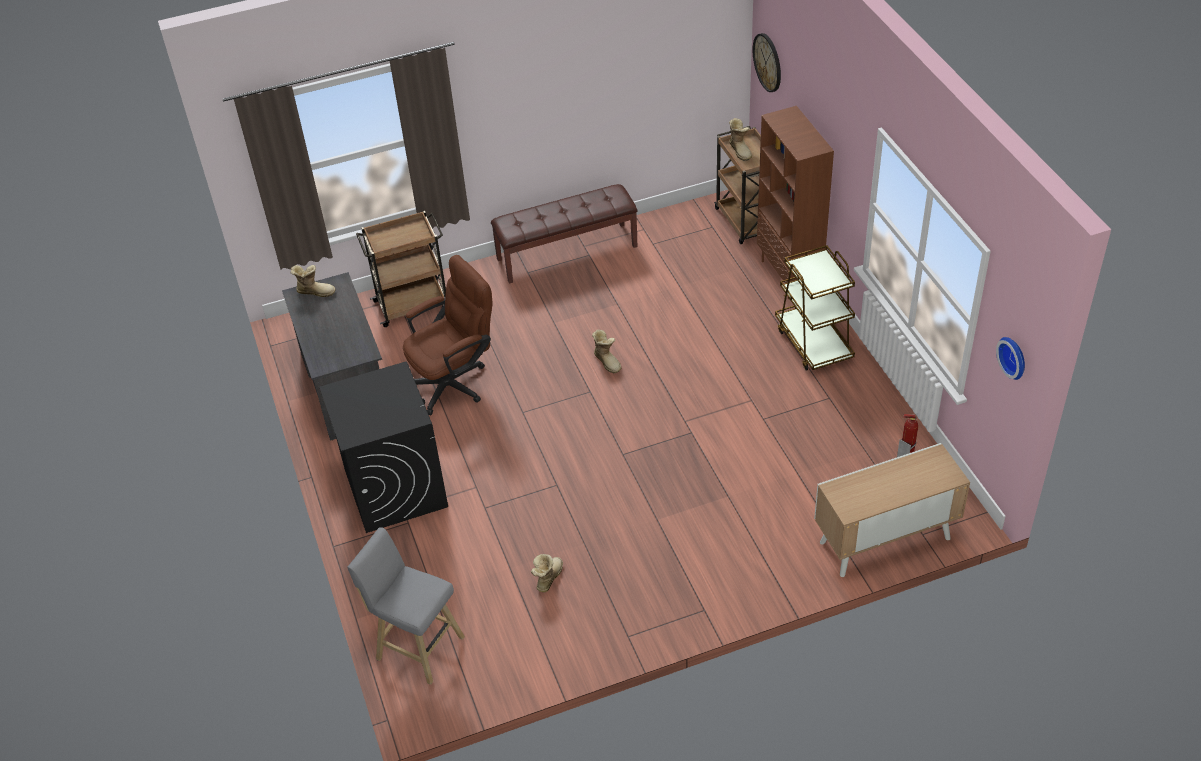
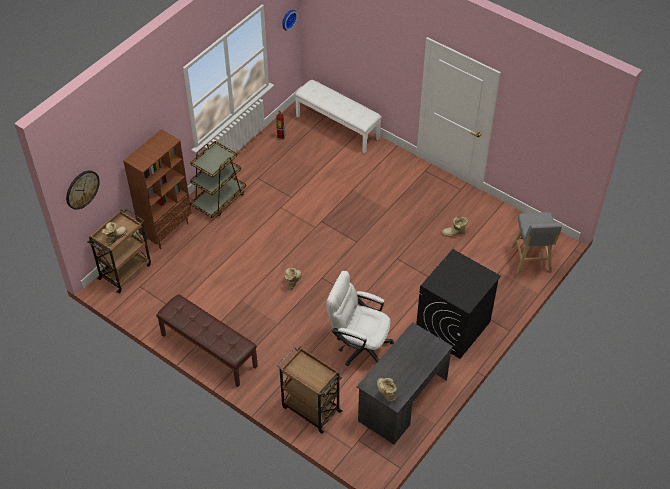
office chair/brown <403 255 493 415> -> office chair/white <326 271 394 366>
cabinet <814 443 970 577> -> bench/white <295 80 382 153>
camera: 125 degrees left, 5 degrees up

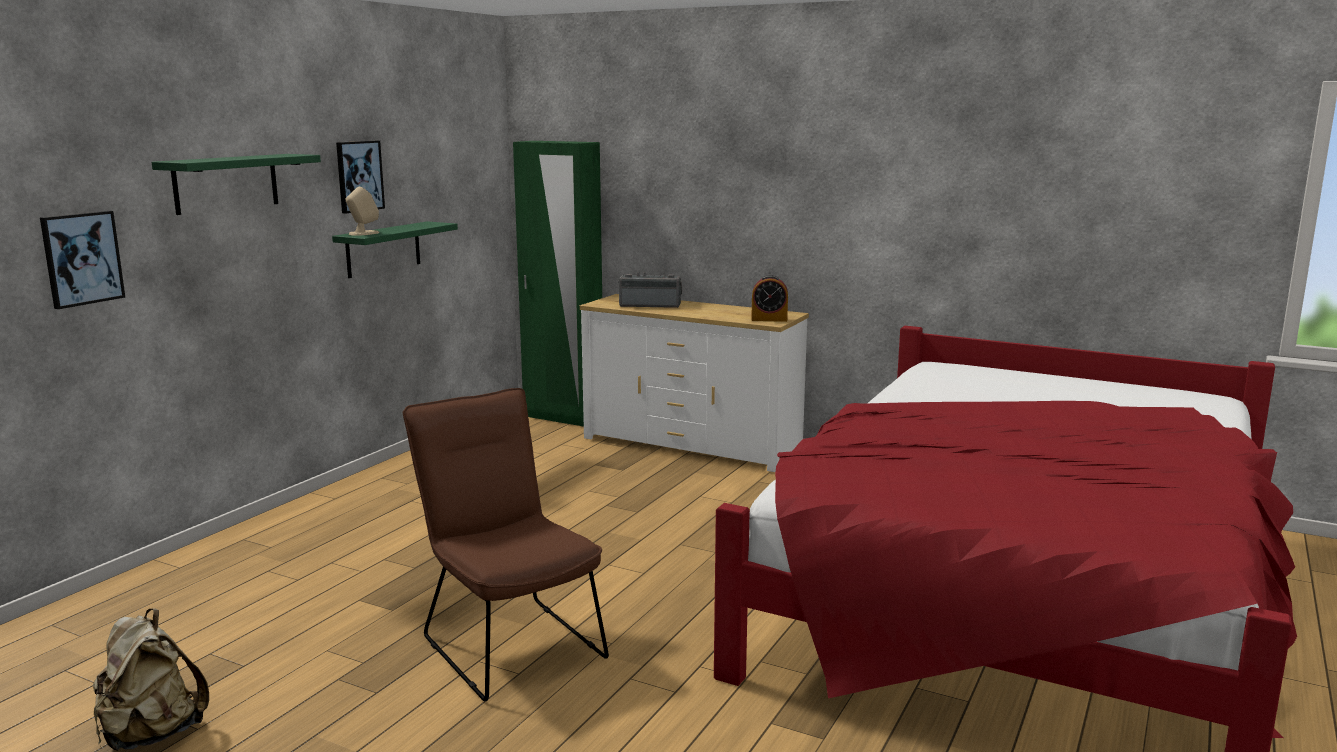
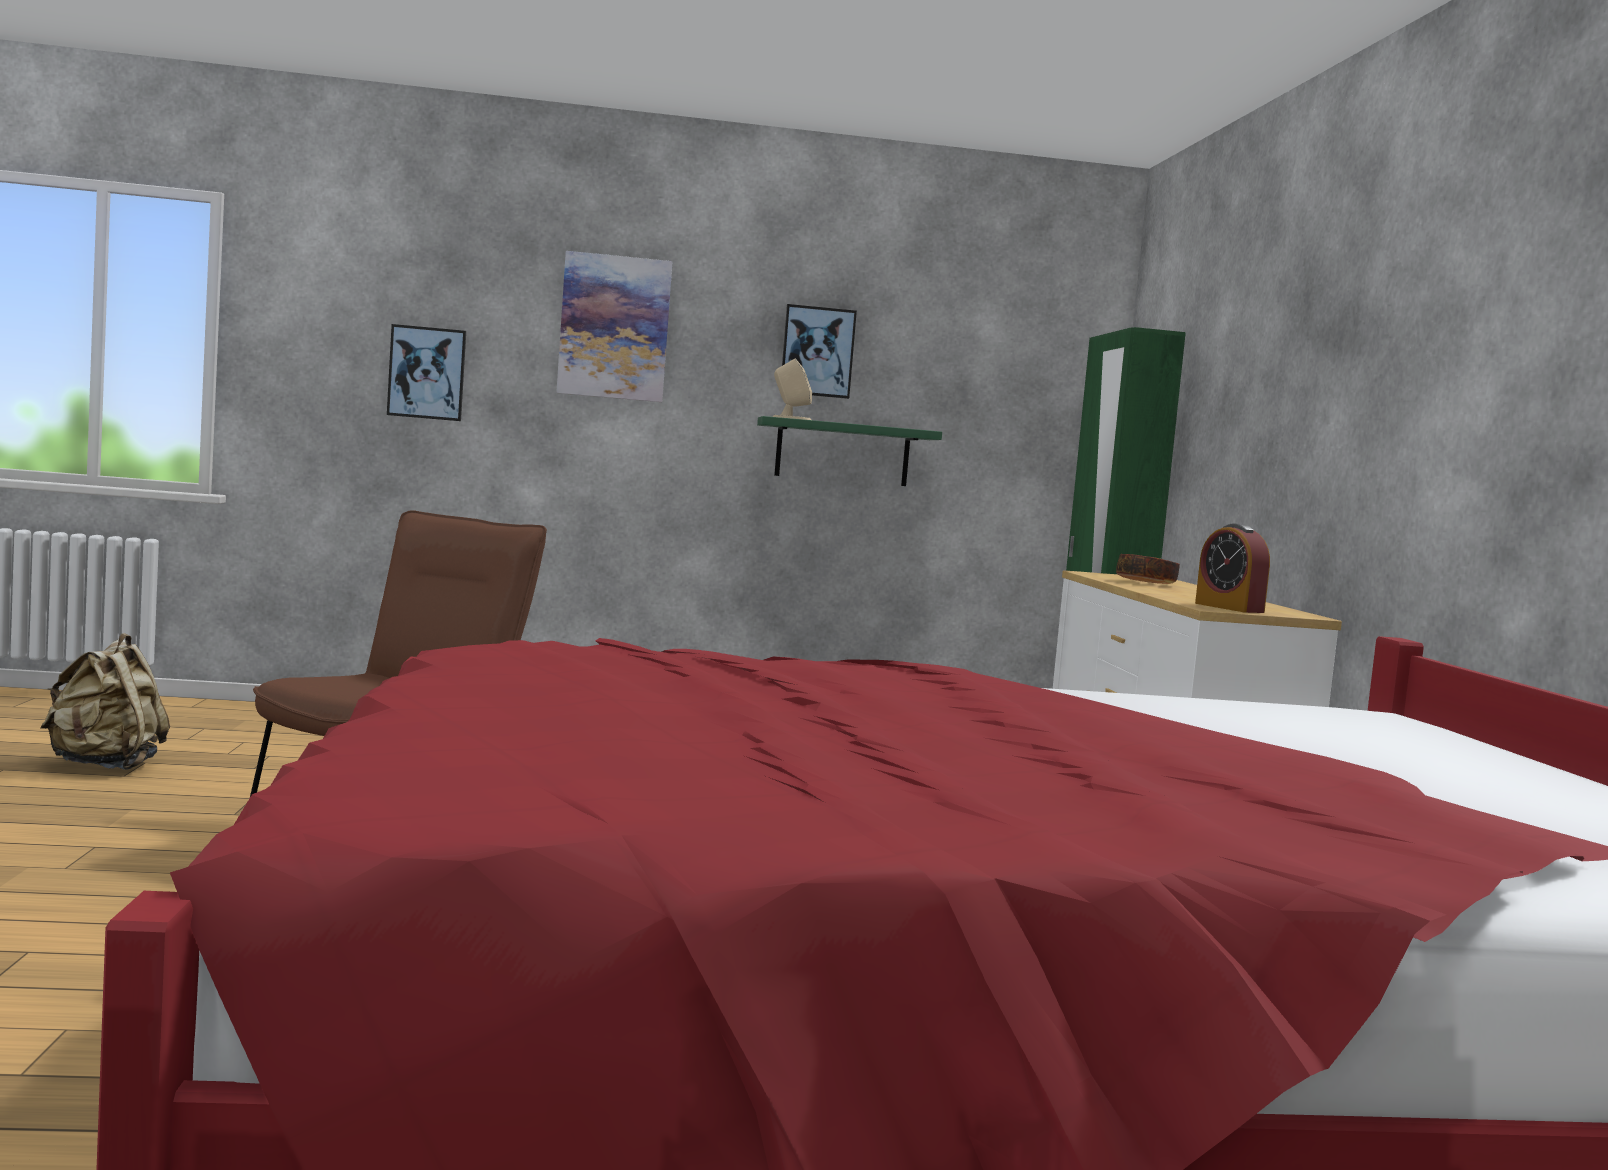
shelf/green <152 154 321 215> -> picture <556 251 673 402>
radio <618 272 682 308> -> bowl <1116 554 1180 584>
camera: 55 degrees right, 10 degrees down

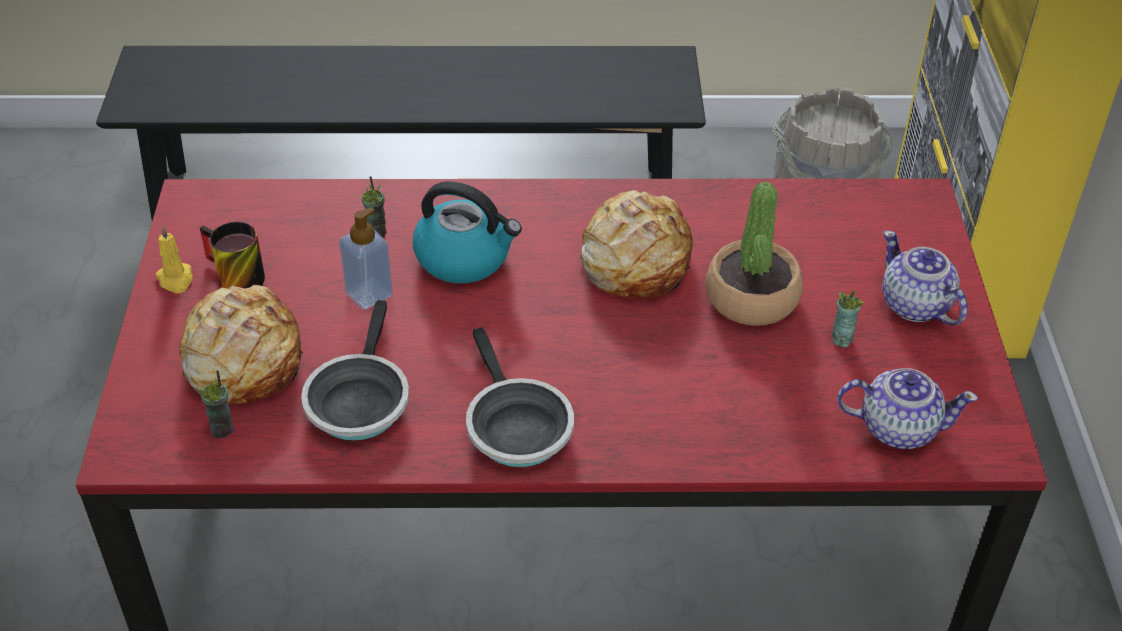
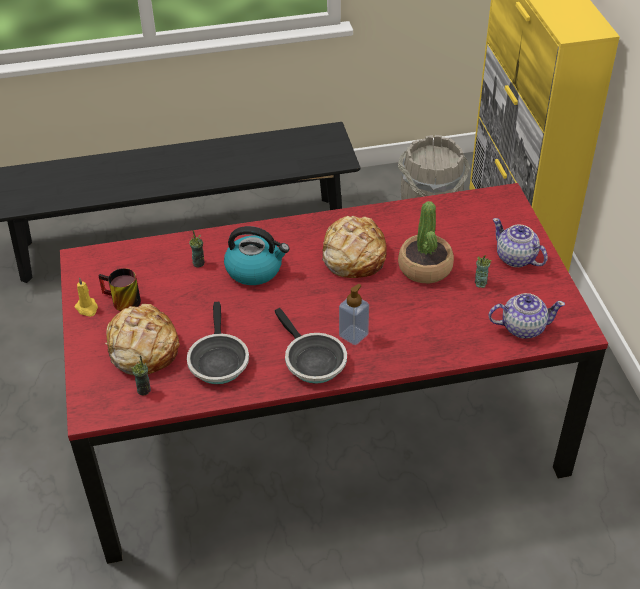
soap dispenser <339 207 393 309> -> soap dispenser <339 284 369 345>, moved
camera: 10 degrees left, 0 degrees up

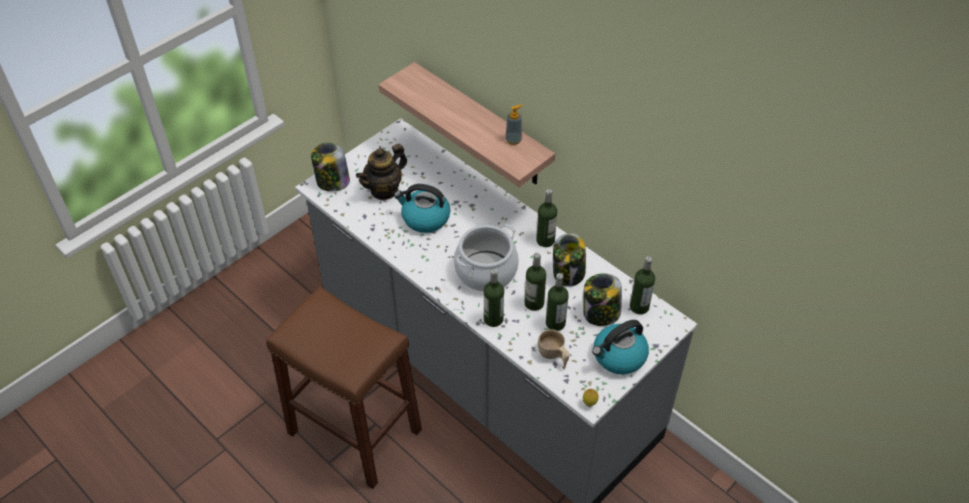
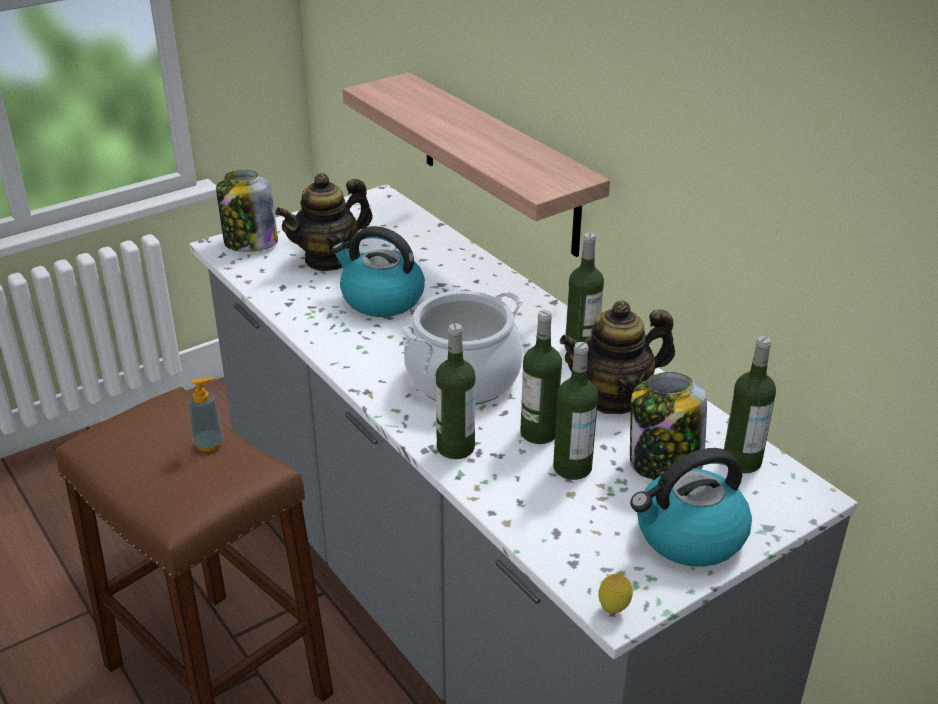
soap dispenser <505 104 523 145> -> soap dispenser <188 377 223 452>, moved
jar <553 233 586 287> -> teapot <560 300 675 414>
cup/beige <538 329 570 369> -> none
camera: 10 degrees right, 15 degrees down

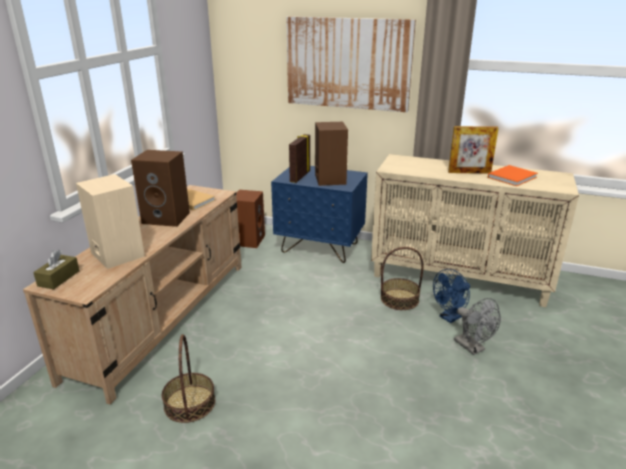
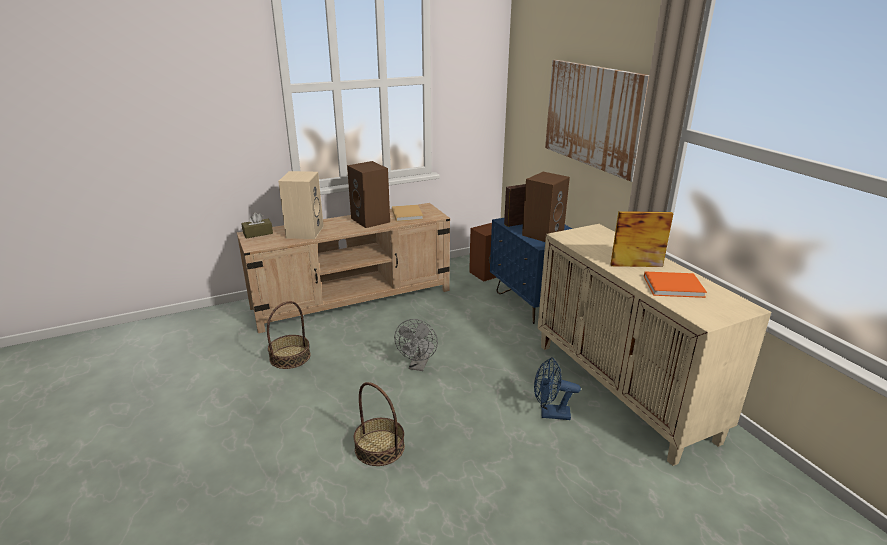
picture frame <448 126 499 173> -> picture frame <610 211 673 267>, 135 degrees clockwise
basket <381 247 424 310> -> basket <354 382 405 466>, moved
fan/grey <454 298 501 355> -> fan/grey <394 319 438 371>, moved
camera: 45 degrees right, 0 degrees up

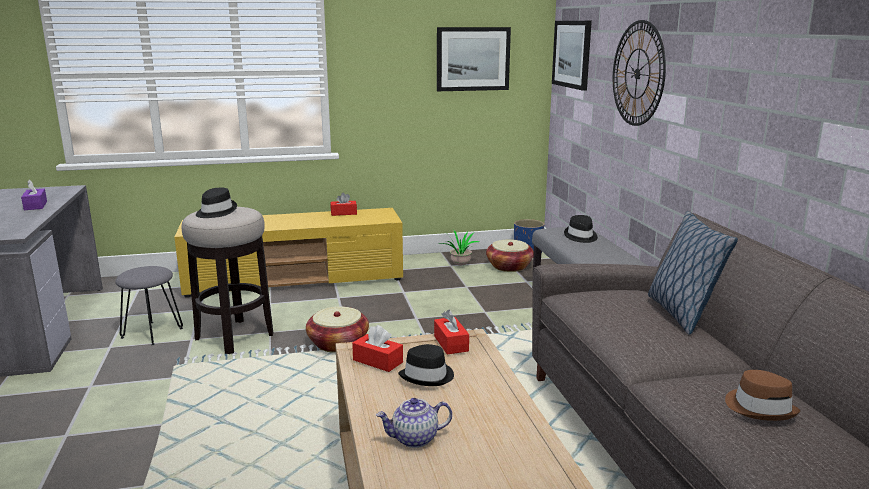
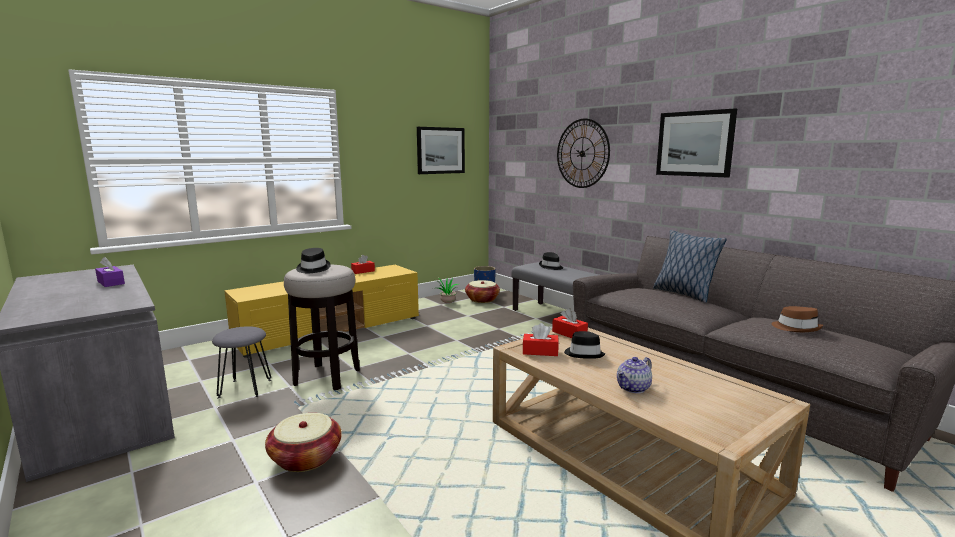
picture <552 21 592 91> -> picture <656 108 737 178>, moved
basket <306 306 369 353> -> basket <265 413 342 472>, moved
camera: 25 degrees left, 5 degrees down

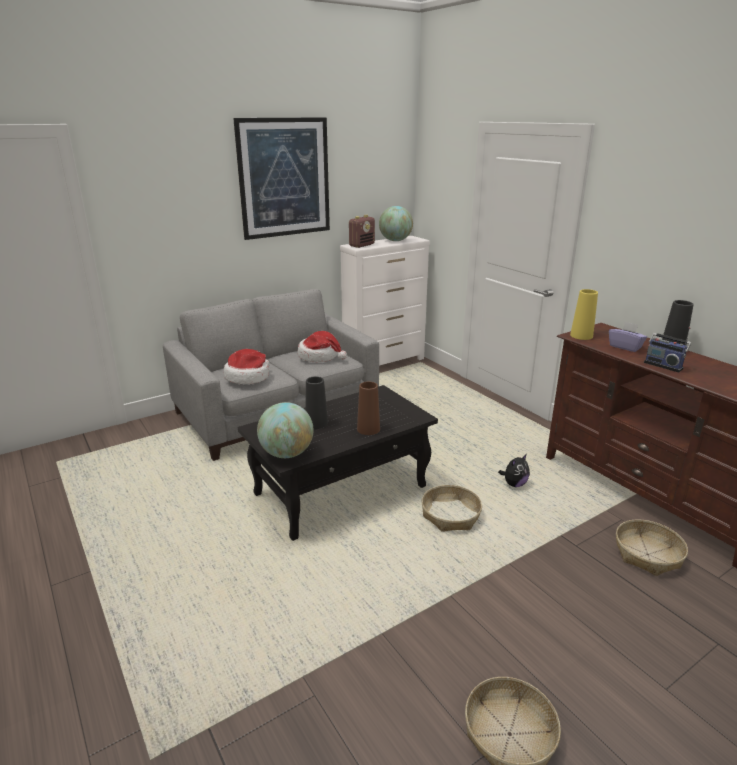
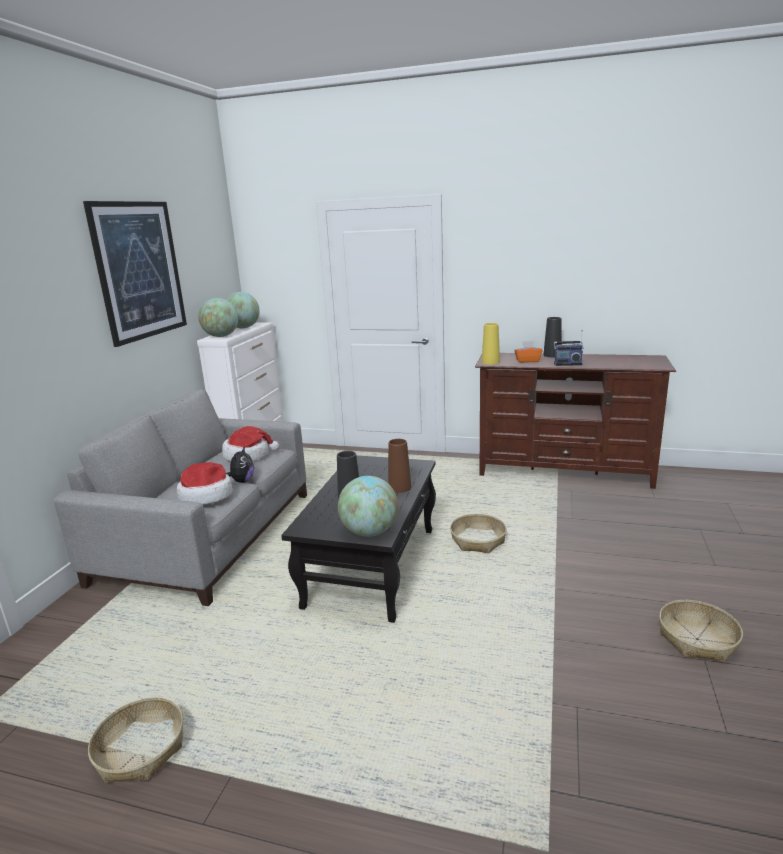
radio <349 215 375 248> -> globe <198 298 238 337>
tissue box/purple <609 321 647 352> -> tissue box/orange <514 341 543 363>
plush toy <498 454 530 487> -> plush toy <226 446 254 483>, moved
basket <616 519 688 576> -> basket <88 697 183 783>, moved
camera: 40 degrees left, 5 degrees down

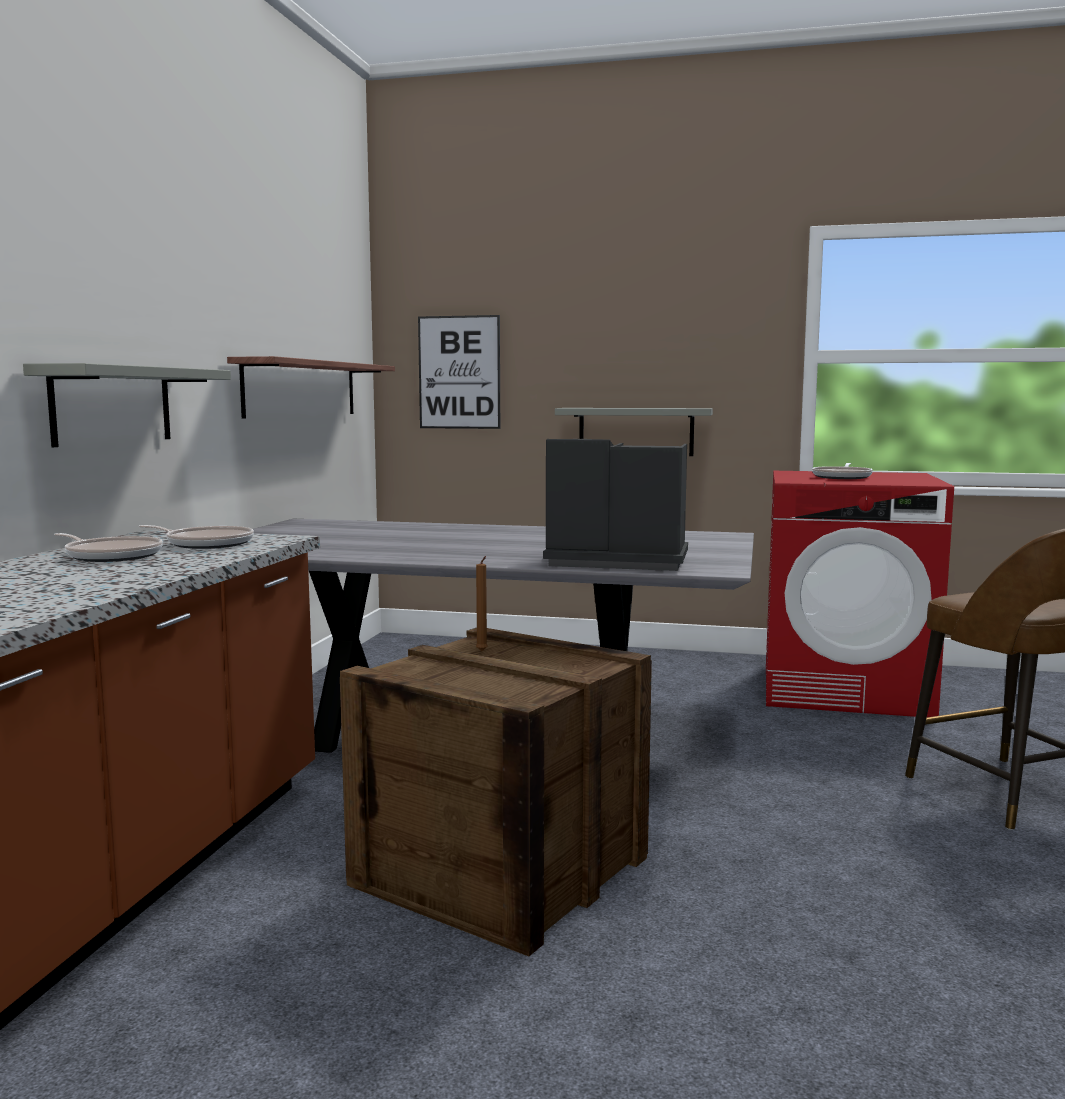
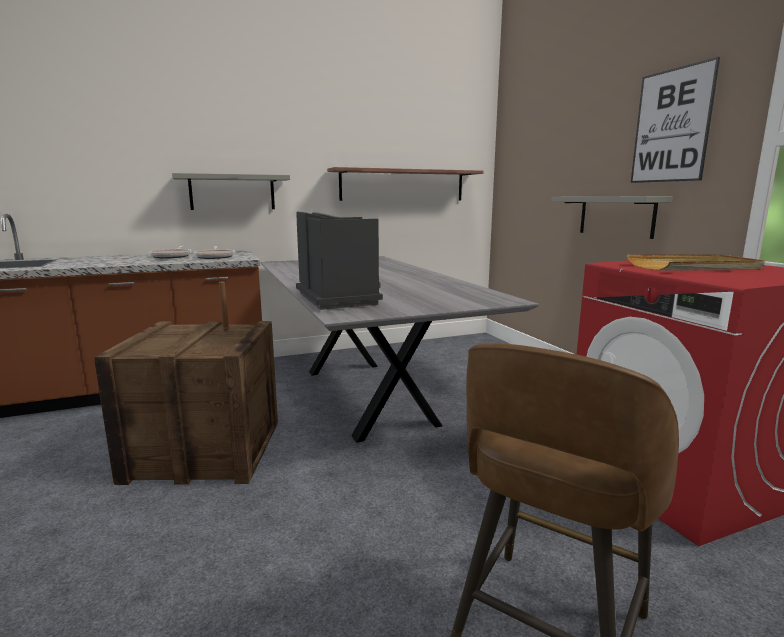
picture <418 315 500 429> -> picture <631 57 720 183>, moved
frying pan <812 463 873 479> -> tray/beige <626 254 765 271>
camera: 55 degrees right, 5 degrees up

